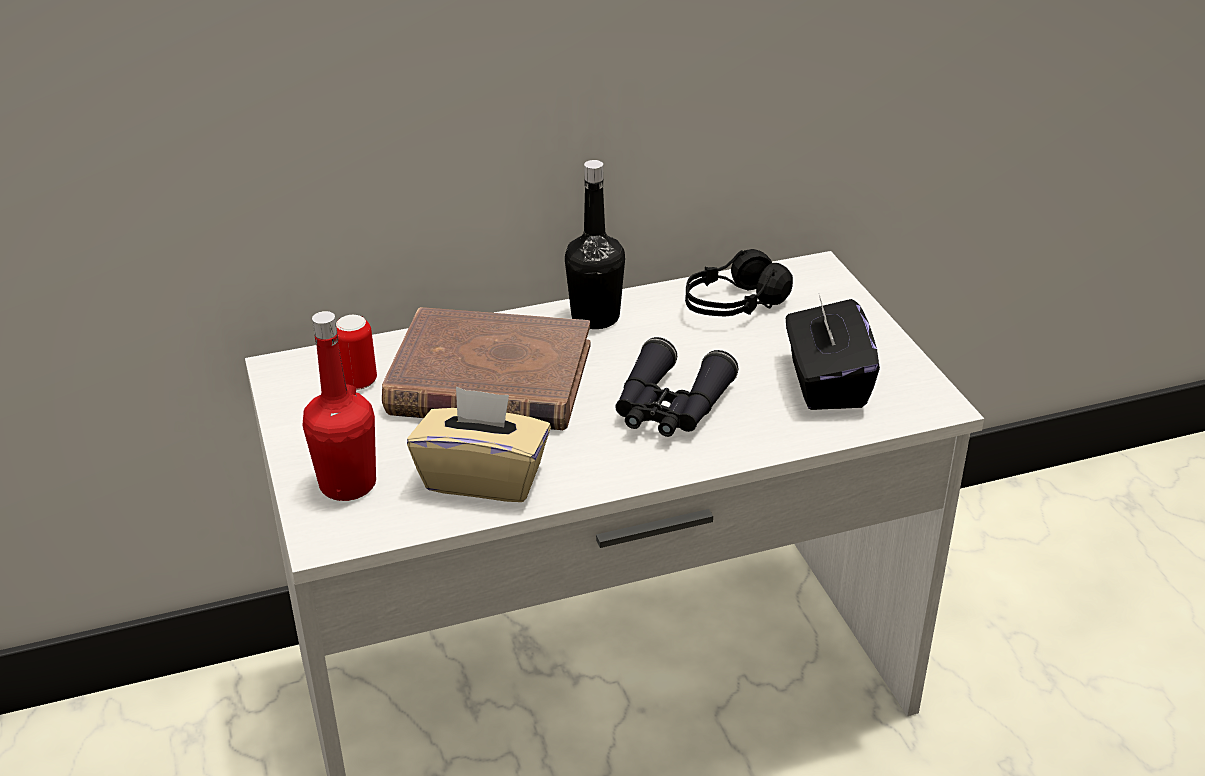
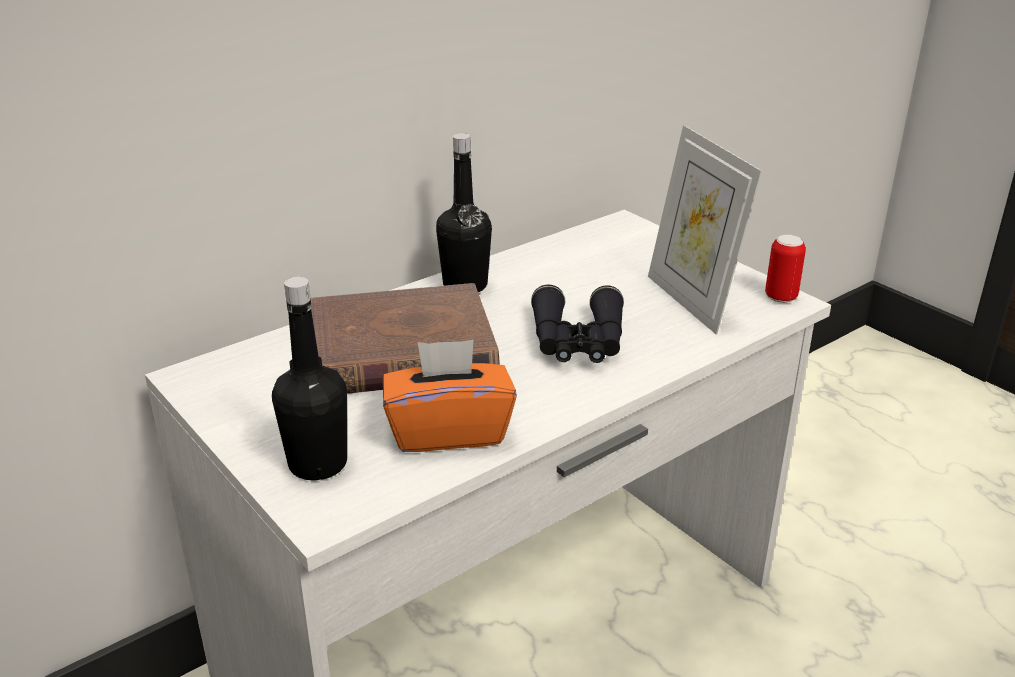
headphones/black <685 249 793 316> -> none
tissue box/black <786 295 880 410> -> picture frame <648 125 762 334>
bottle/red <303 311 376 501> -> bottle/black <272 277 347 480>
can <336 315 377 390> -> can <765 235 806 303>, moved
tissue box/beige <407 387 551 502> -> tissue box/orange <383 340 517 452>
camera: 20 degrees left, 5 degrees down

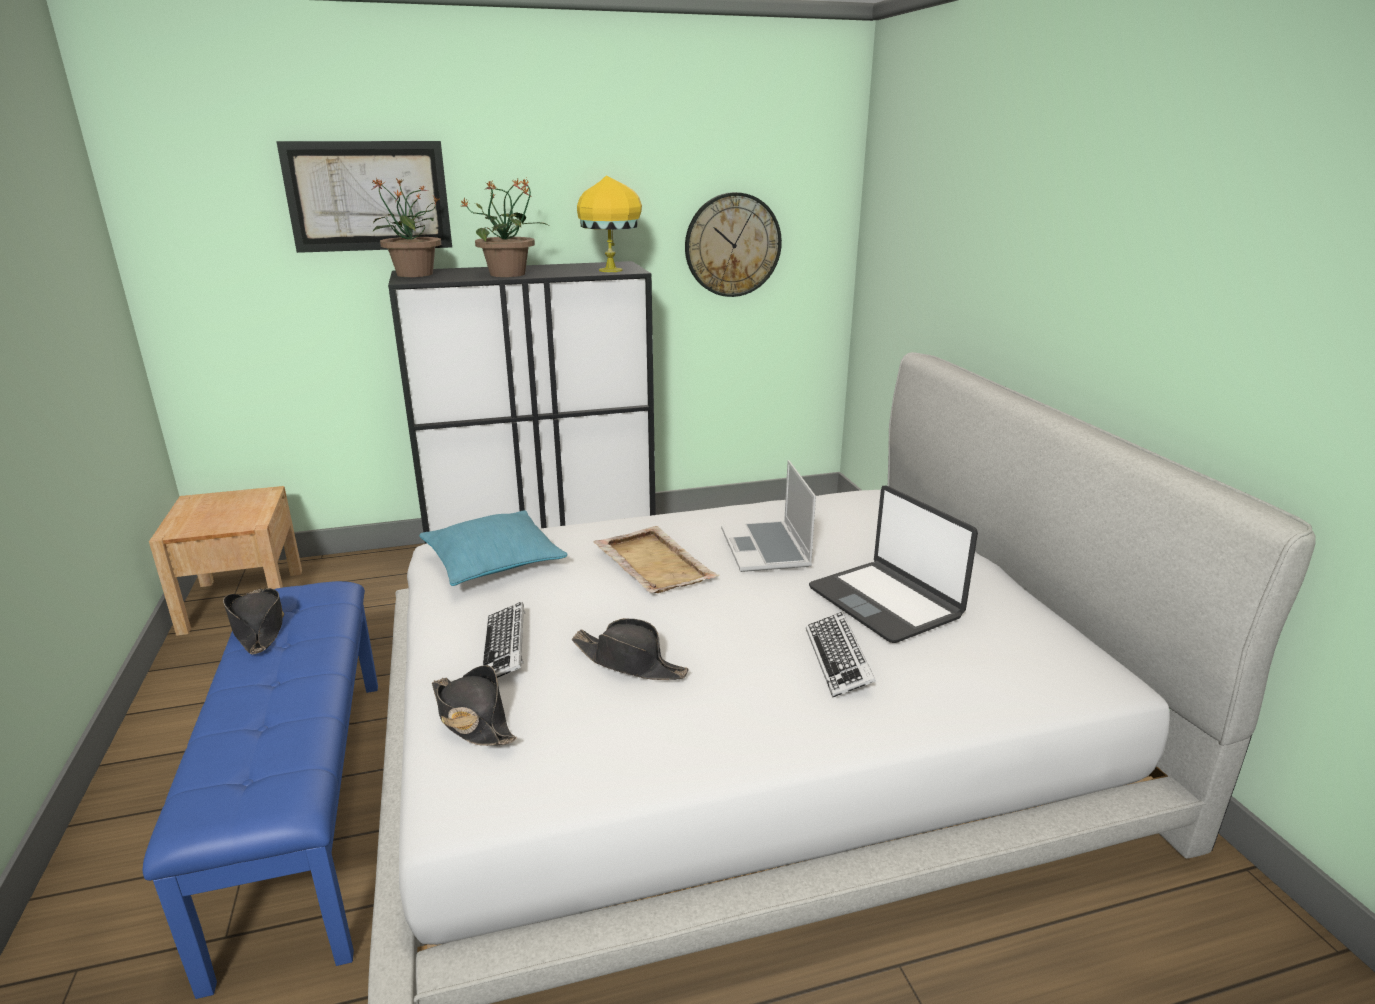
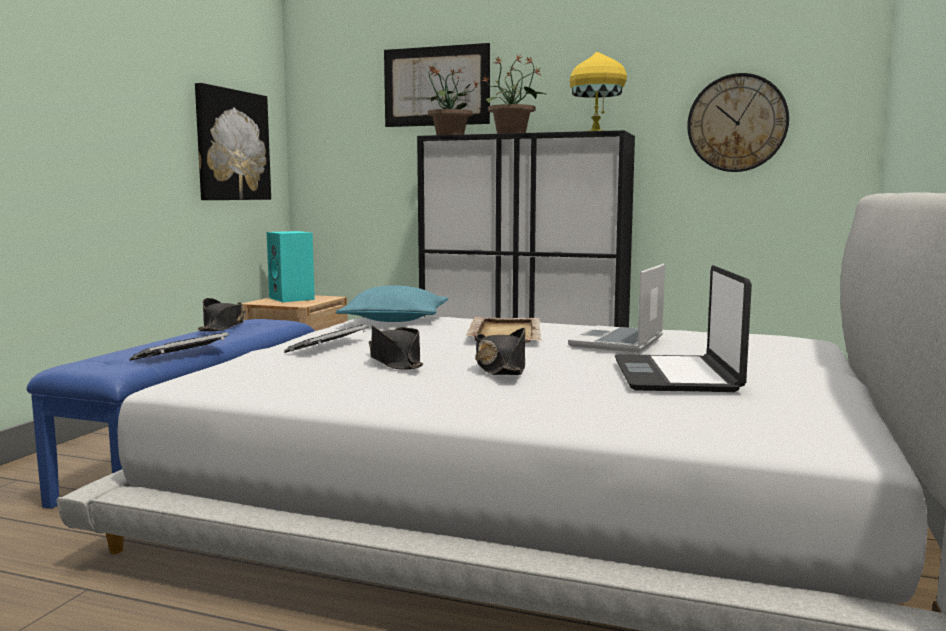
keyboard <806 612 876 697> -> keyboard <130 332 229 361>, moved
hat/black <432 665 517 746> -> hat/black <475 328 525 375>, moved
none -> picture <195 83 271 200>
none -> speaker/turquoise <267 231 315 302>
camera: 35 degrees right, 15 degrees down

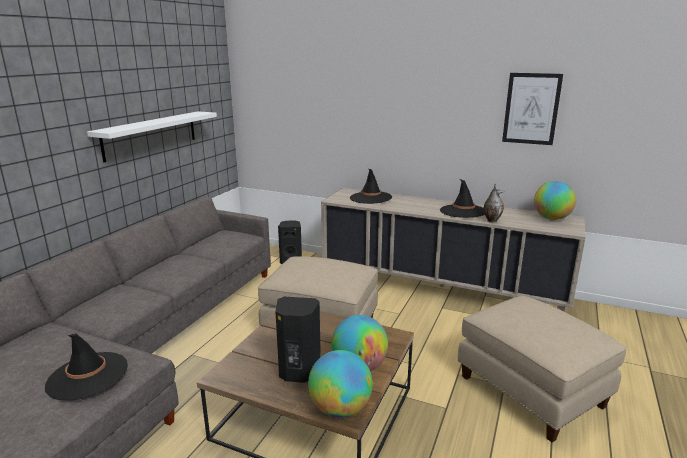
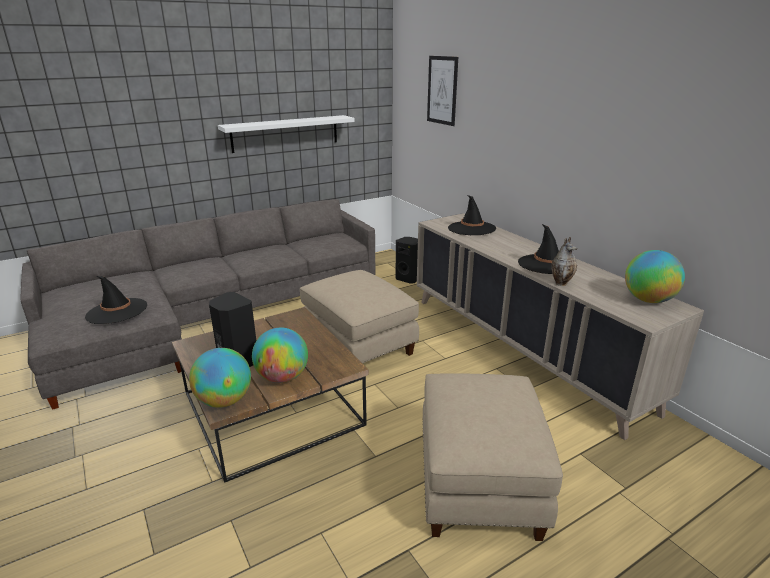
picture <502 73 563 145> -> picture <427 56 458 126>, moved
camera: 35 degrees right, 5 degrees up

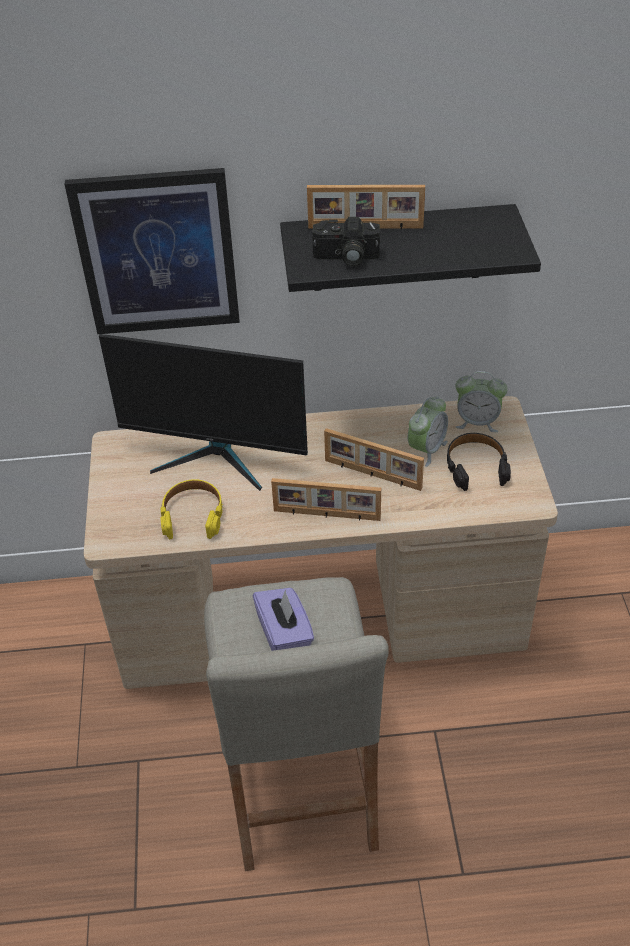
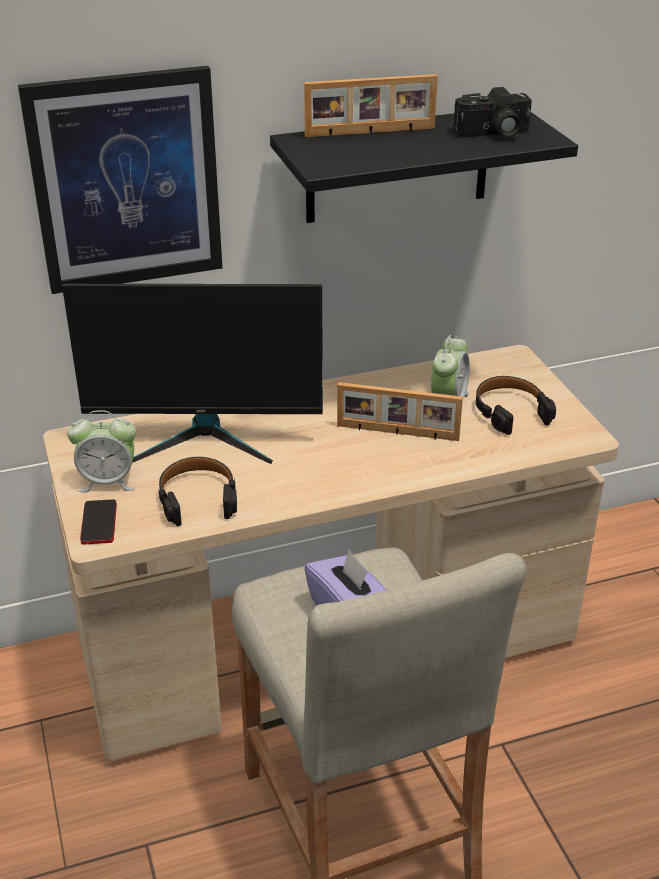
photo camera <312 217 380 266> -> photo camera <453 87 532 137>, moved
alarm clock <455 371 508 432> -> alarm clock <67 410 136 492>, moved
picture frame <271 478 381 521> -> none
headphones/yellow <160 479 223 539> -> headphones/black <158 457 237 526>
none -> phone <80 499 117 545>
camera: 15 degrees left, 10 degrees down

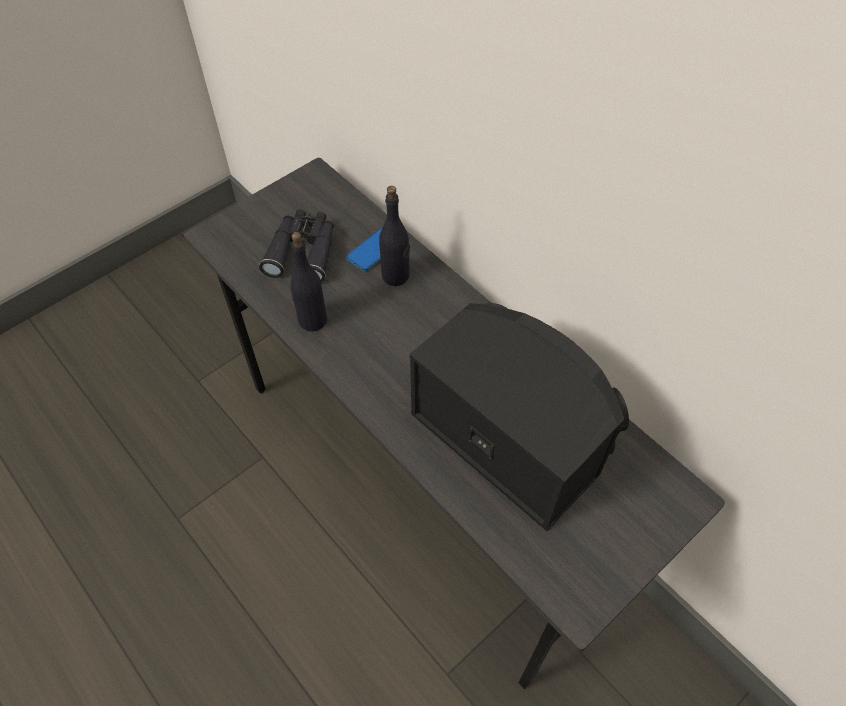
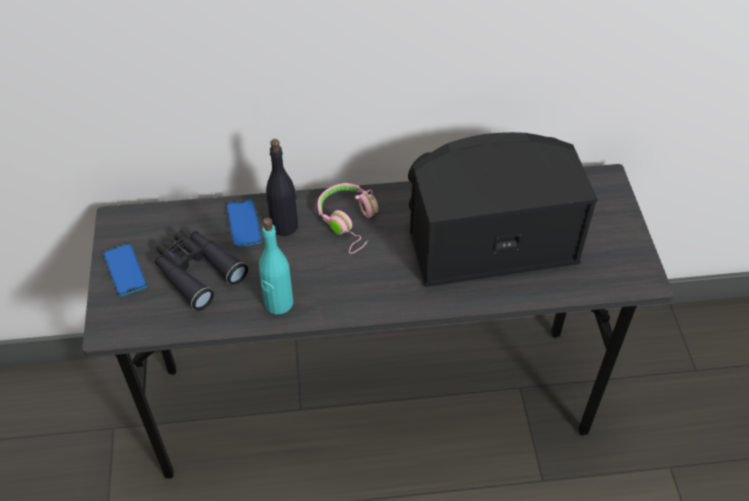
bottle/black <290 232 327 332> -> bottle/turquoise <259 217 293 314>
none -> headphones/pink <318 183 378 254>
none -> phone <103 243 147 296>
camera: 55 degrees left, 5 degrees down

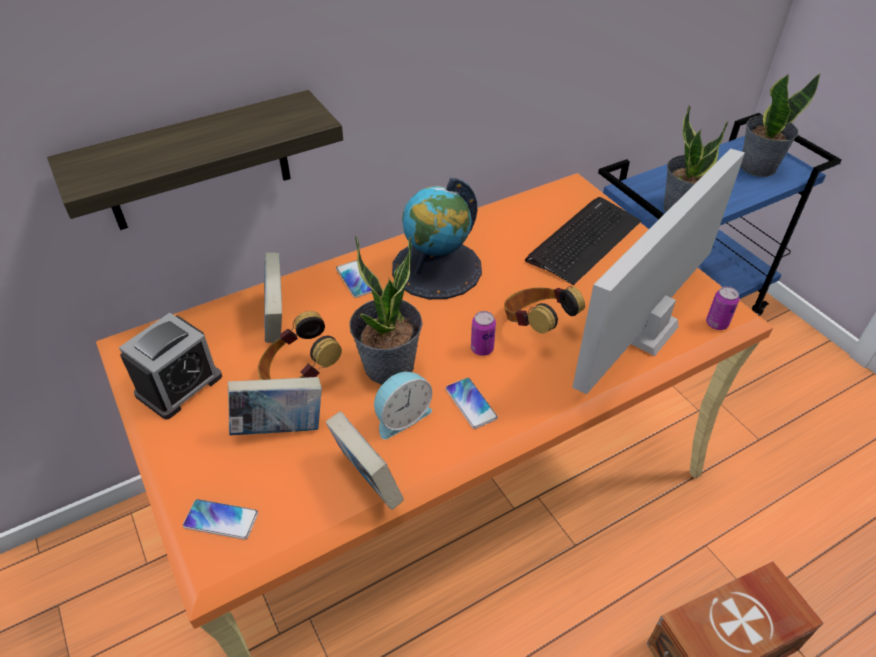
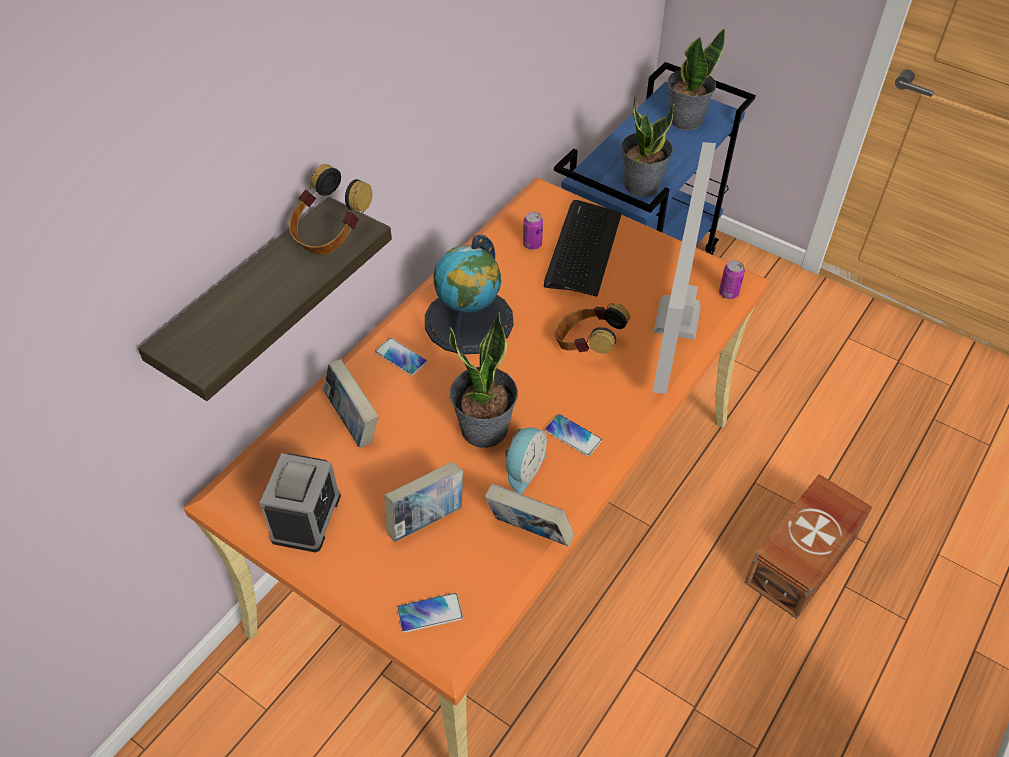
headphones <258 311 342 380> -> headphones <289 164 372 255>, moved
can <471 311 496 356> -> can <523 212 543 250>, moved
camera: 25 degrees left, 5 degrees up

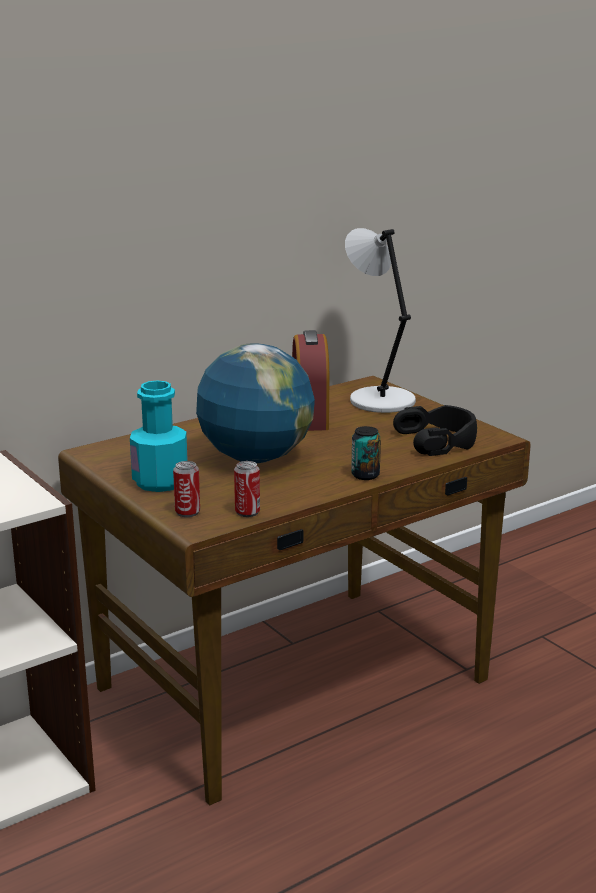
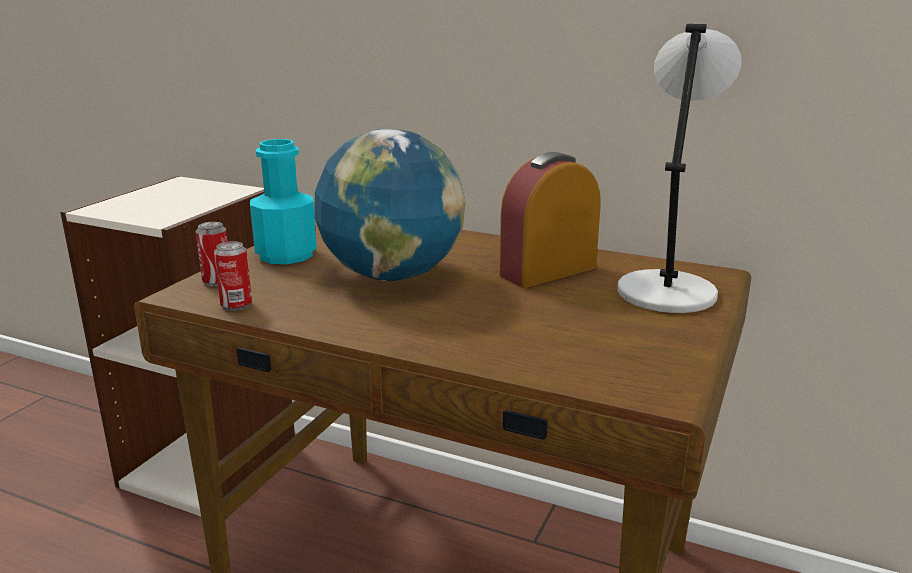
headphones/black <393 405 477 456> -> none
can <351 426 381 480> -> none
camera: 60 degrees right, 0 degrees up

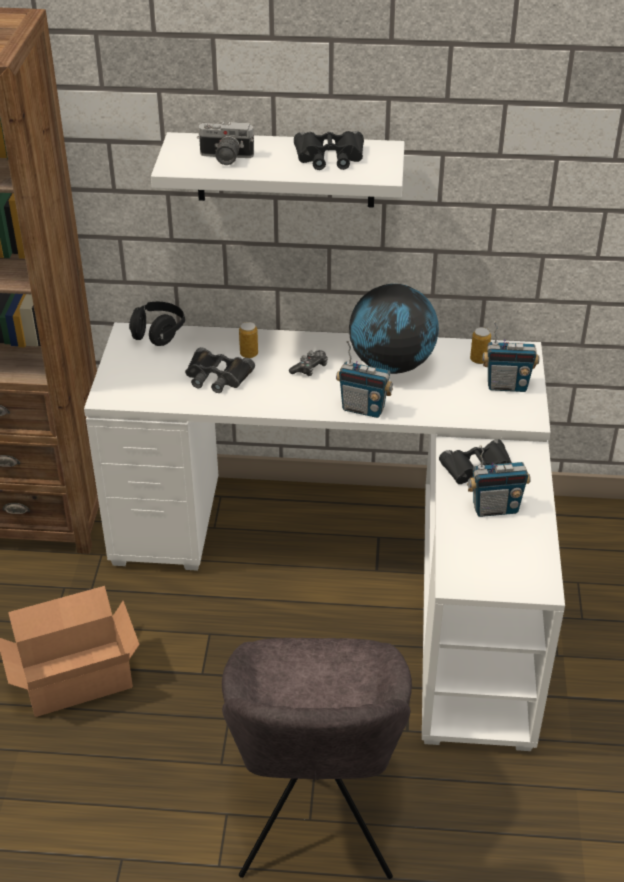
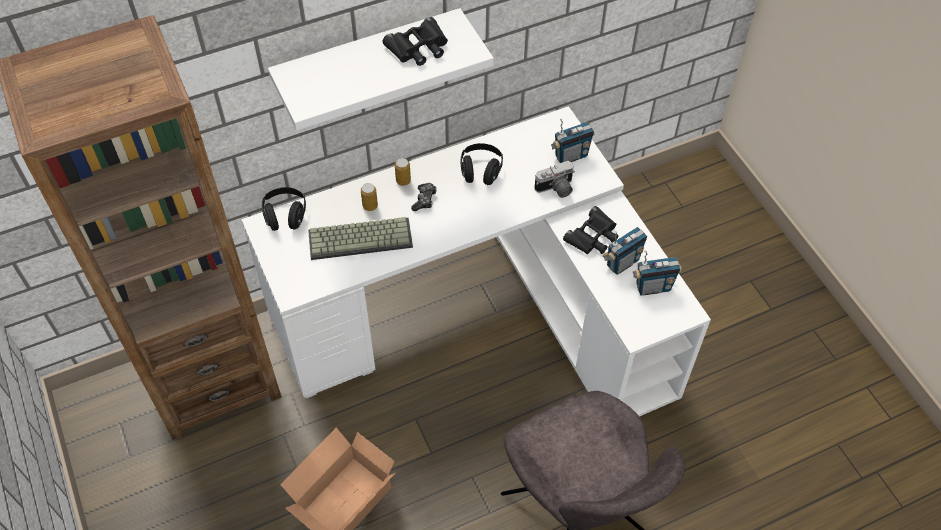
photo camera <197 122 254 165> -> photo camera <535 161 575 198>, moved
globe <349 284 439 374> -> headphones/black <461 143 503 185>
can <470 327 491 364> -> can <395 158 411 186>, moved
radio <336 341 393 418> -> radio <633 250 682 296>, moved
binoculars/black <185 347 255 393> -> keyboard <308 217 413 260>
camera: 30 degrees left, 15 degrees up

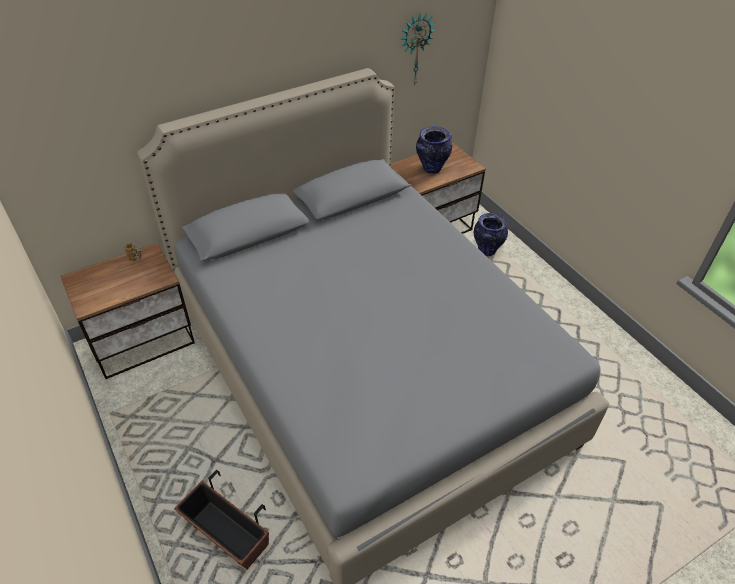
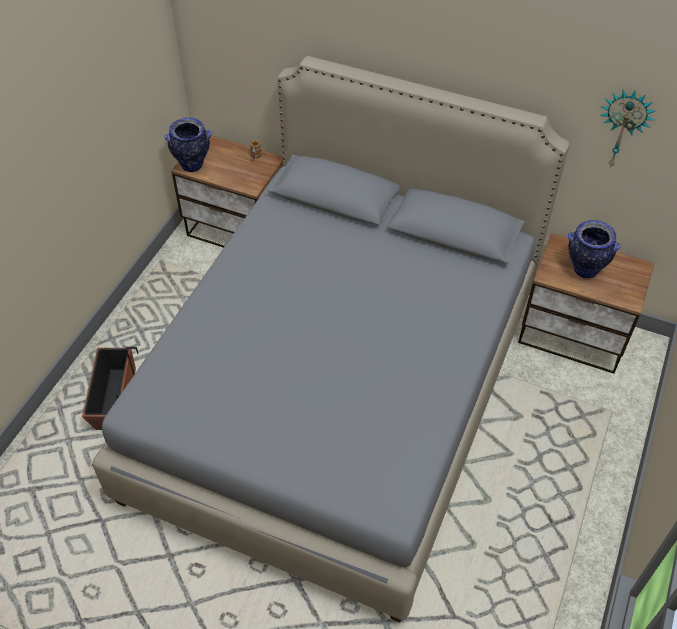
vase <474 213 508 256> -> vase <164 118 212 172>, moved
camera: 55 degrees right, 5 degrees up

